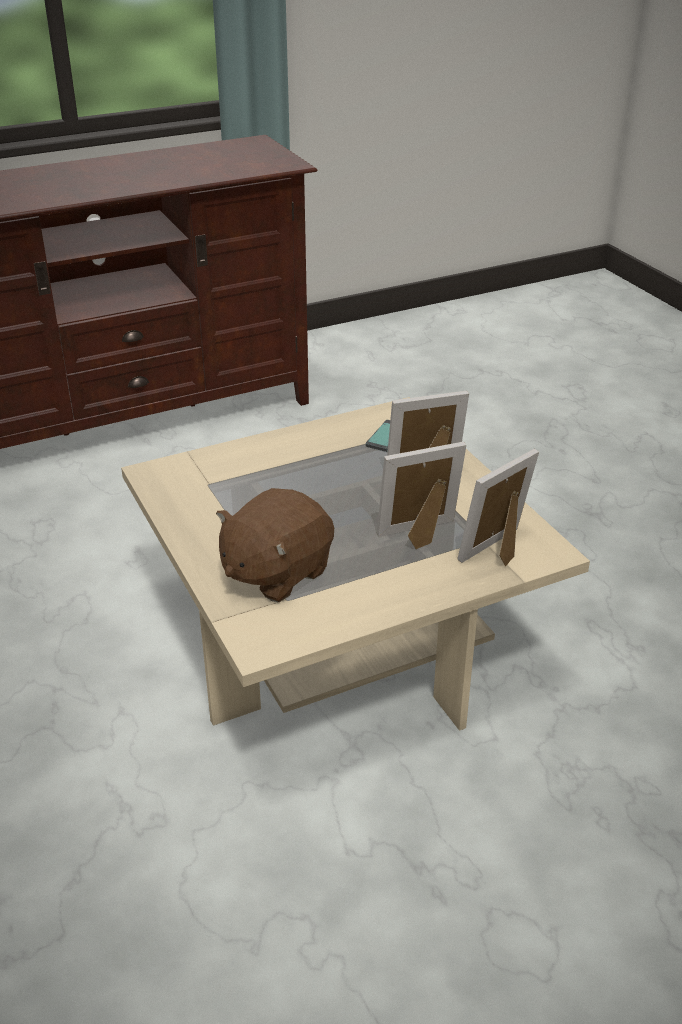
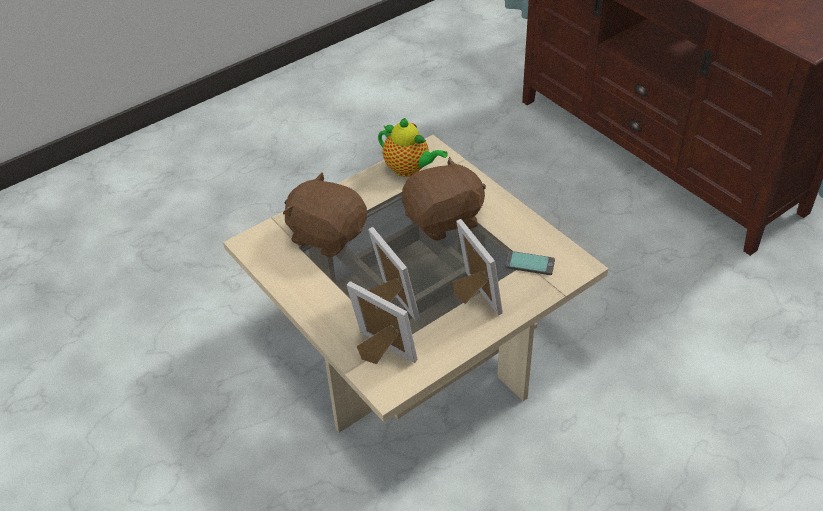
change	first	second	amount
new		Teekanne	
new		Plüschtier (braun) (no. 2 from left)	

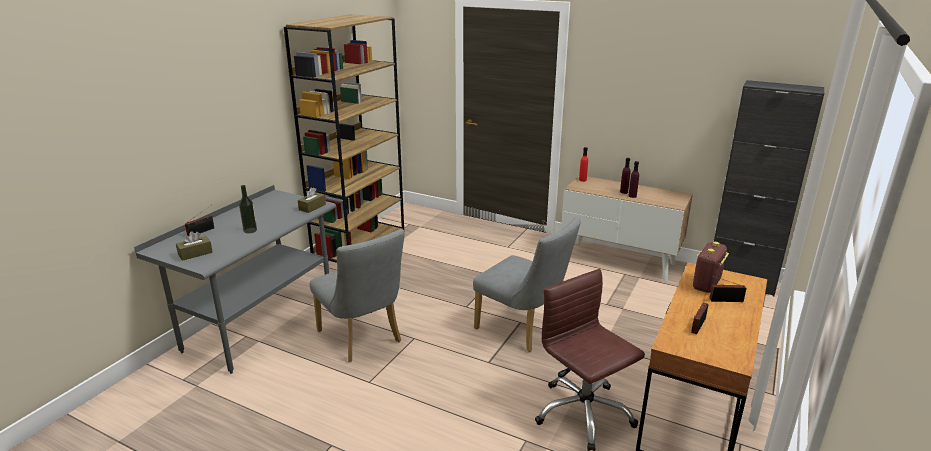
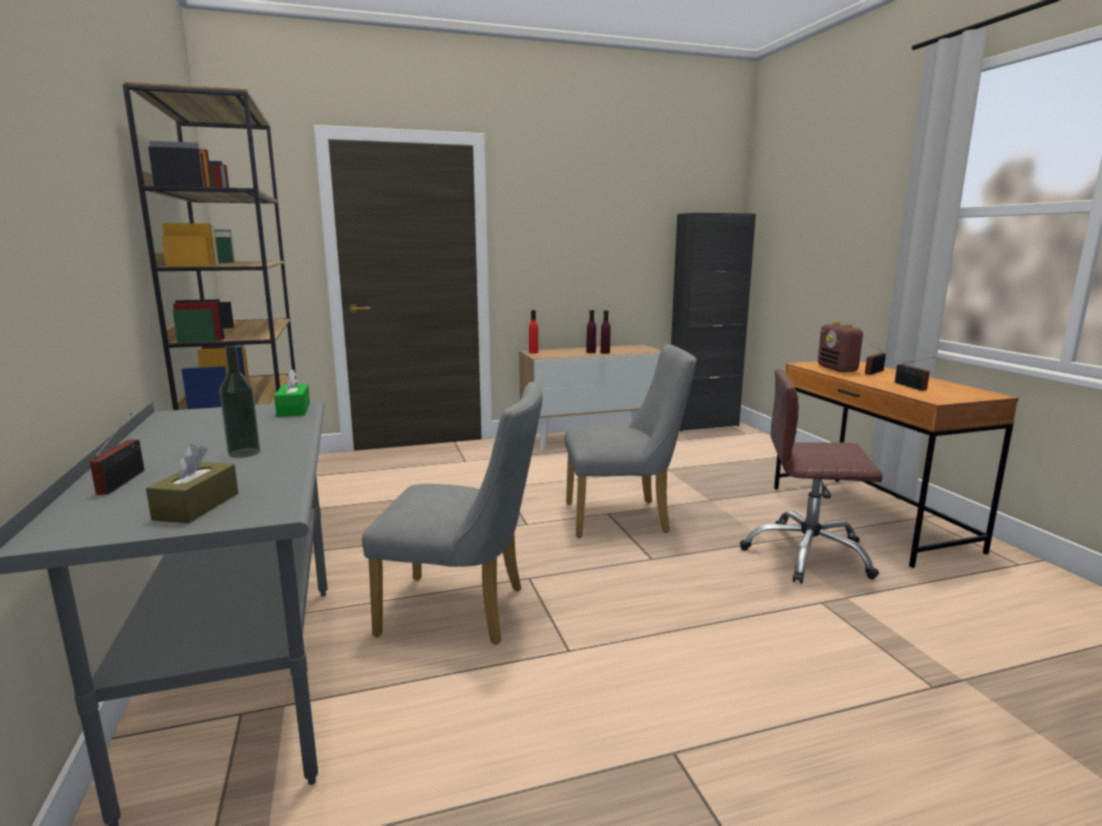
change	first	second	amount
repainted	Taschentuchbox (braun) (no. 2 from left)	Taschentuchbox (grün)	

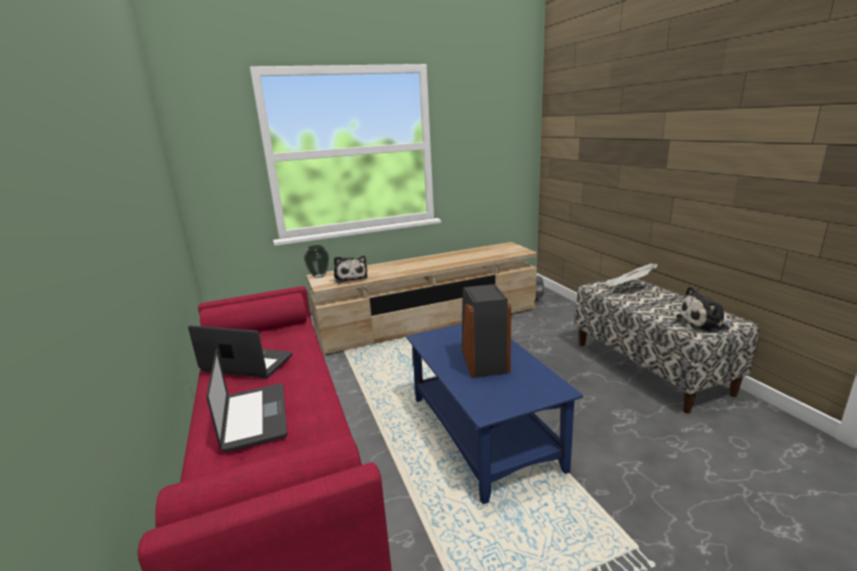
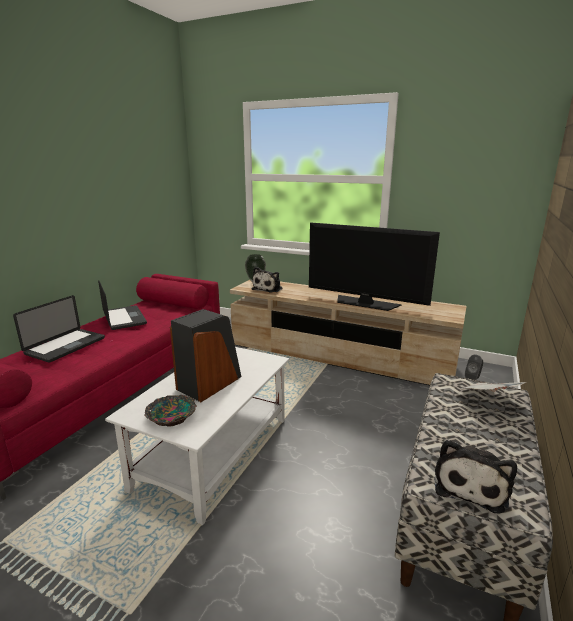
change	first	second	amount
rotated	Plüschtier (no. 2 from left)		105 degrees counterclockwise
repainted	Couchtisch (blau)	Couchtisch (weiß)	
new		Fernseher	
new		Schüssel	

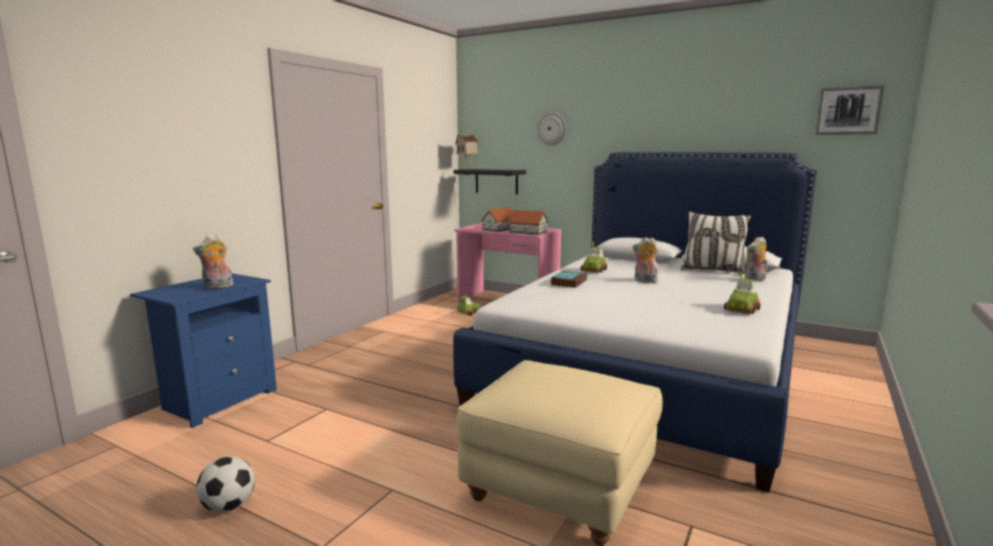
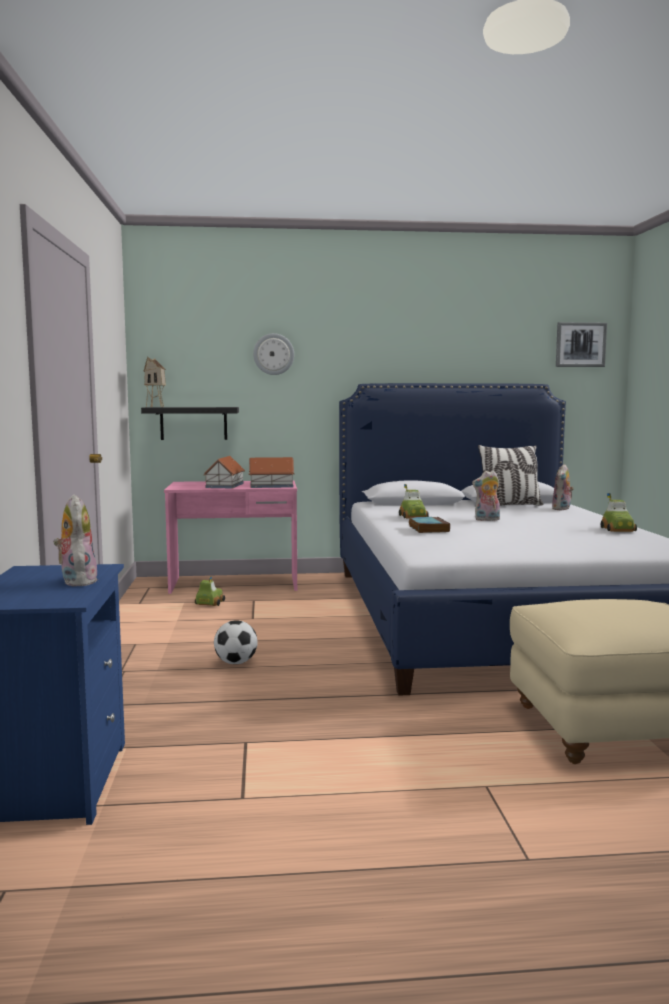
change	first	second	amount
rotated	Plüschtier (no. 1 from left)		135 degrees clockwise
shifted	Fußball		

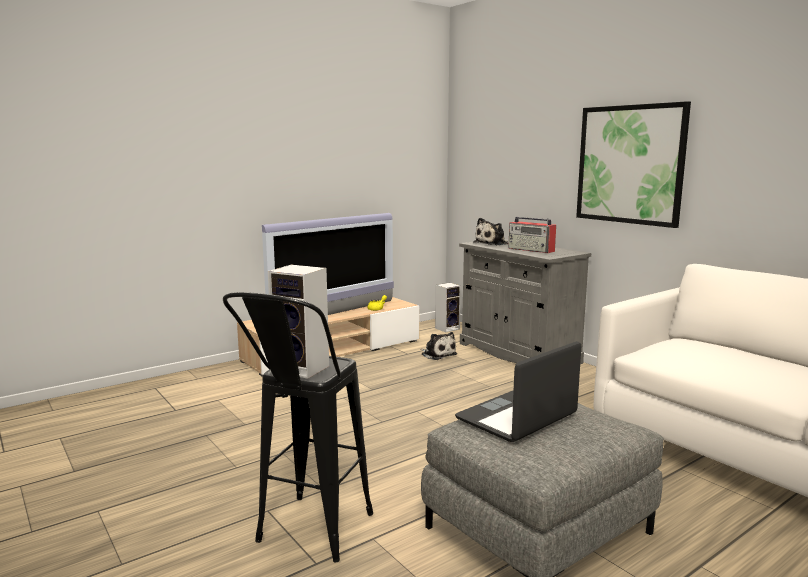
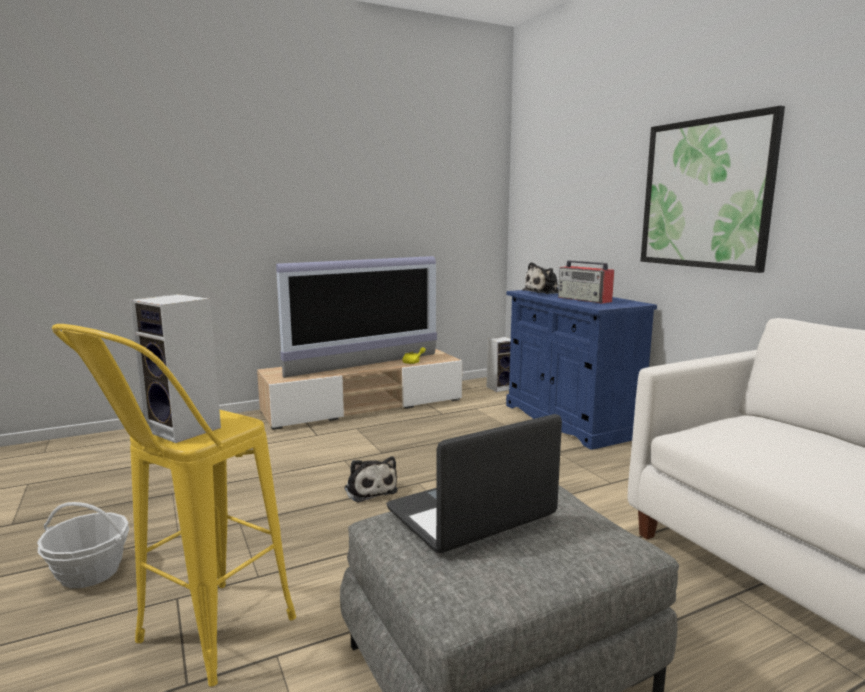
change	first	second	amount
repainted	Schrank (grau)	Schrank (blau)	
repainted	Hocker (schwarz)	Hocker (gelb)	
shifted	Plüschtier (no. 1 from left)		
new		Korb	

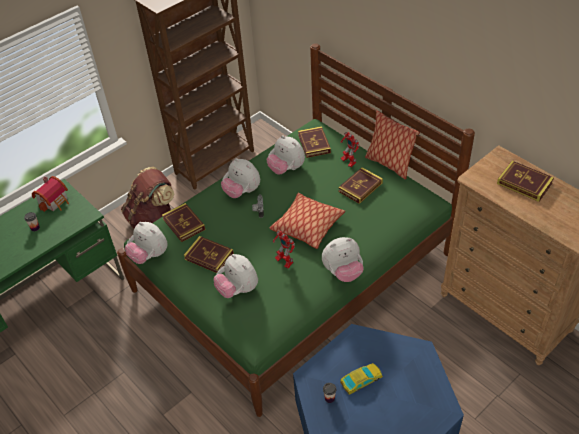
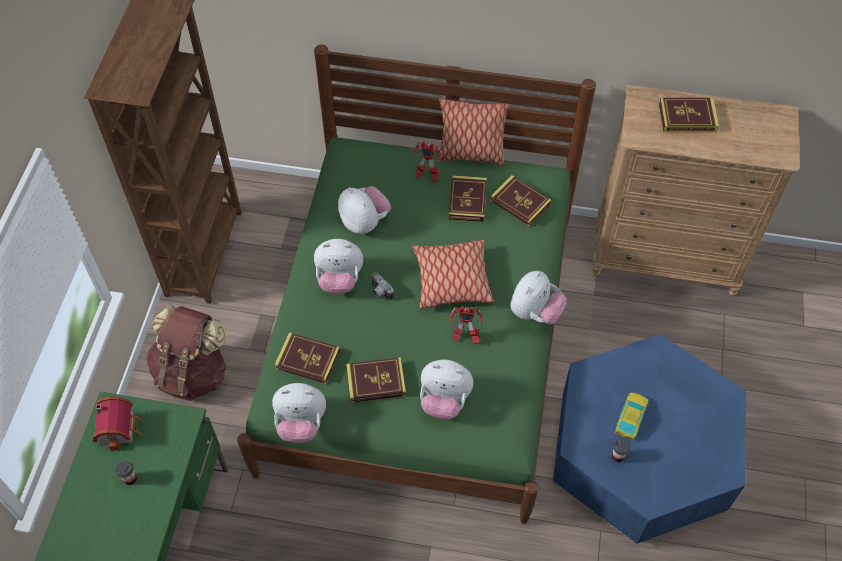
change	first	second	amount
shifted	Buch (no. 3 from left in the first image)	Buch (no. 4 from left)	
rotated	Plüschtier (no. 4 from left in the first image)	Plüschtier (no. 3 from left)	135 degrees counterclockwise

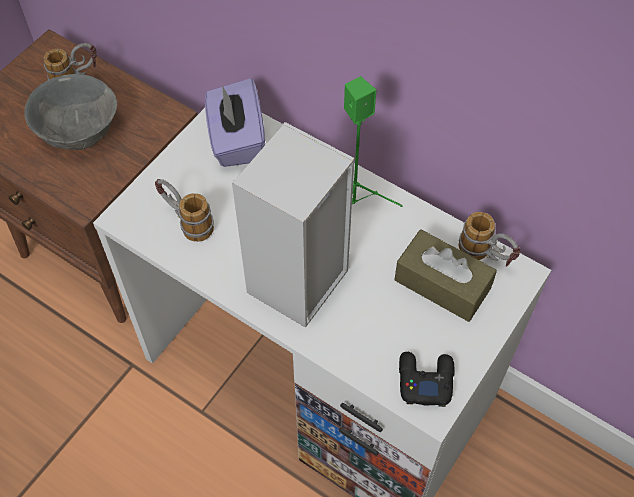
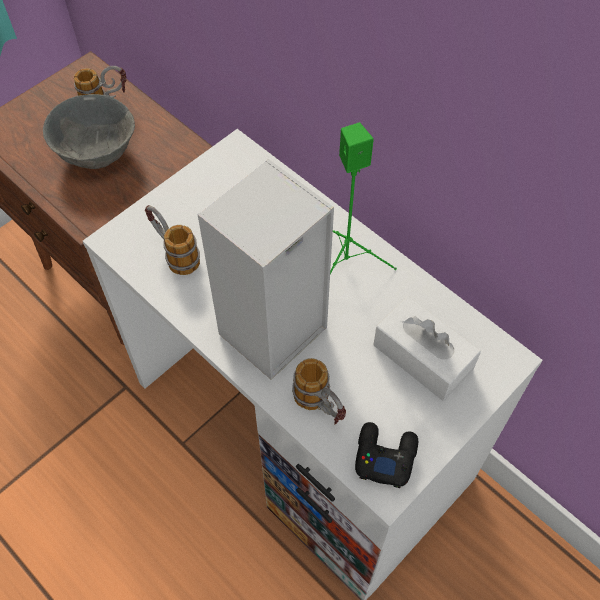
change	first	second	amount
gone	Taschentuchbox (lila)		
shifted	Henkelbecher (no. 3 from left)		
repainted	Taschentuchbox (braun)	Taschentuchbox (weiß)	

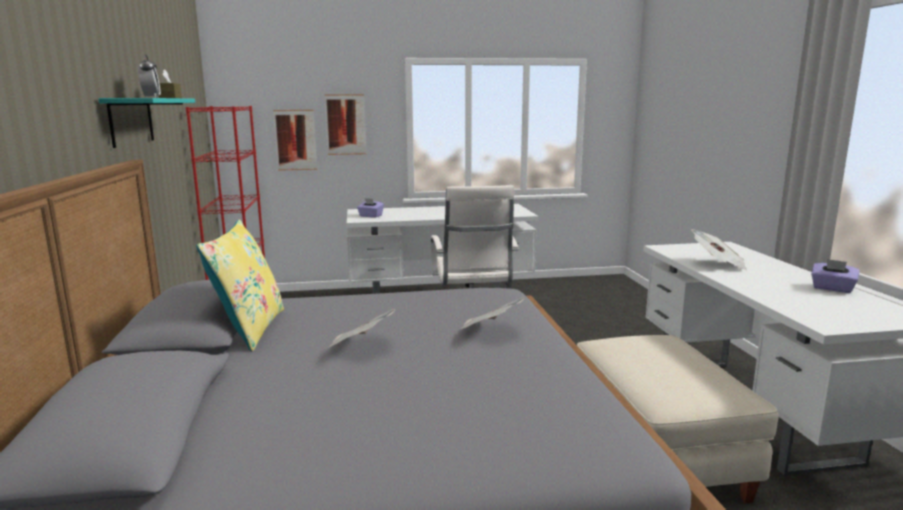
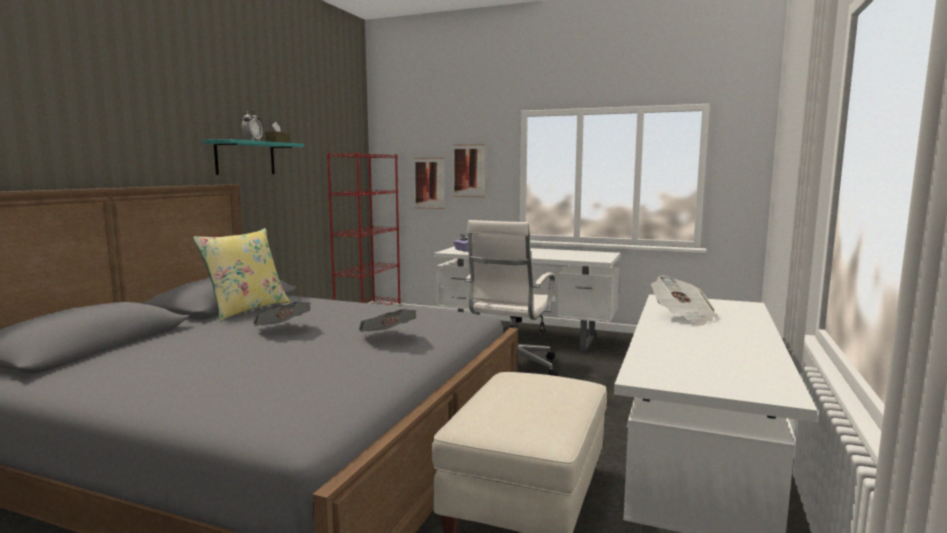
change	first	second	amount
gone	Taschentuchbox (lila) (no. 2 from left)		

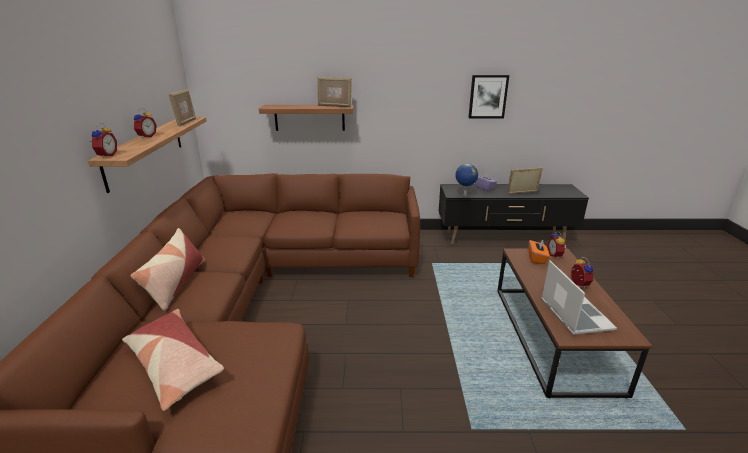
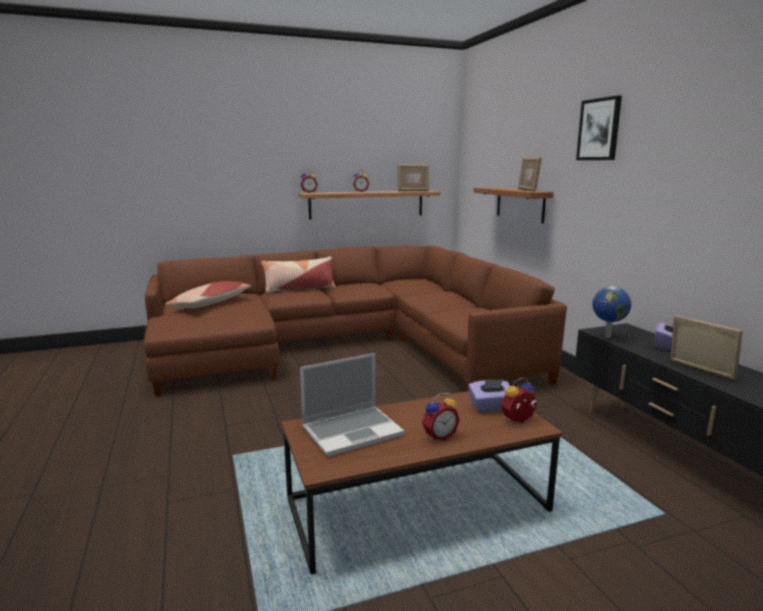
change	first	second	amount
shifted	Bild		
repainted	Taschentuchbox (orange)	Taschentuchbox (lila) (no. 1 from left)	

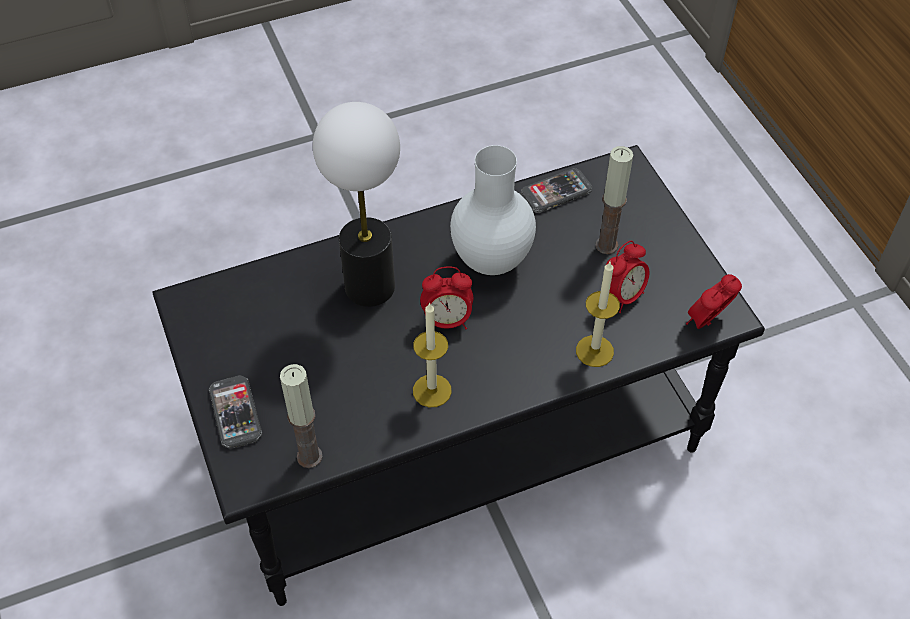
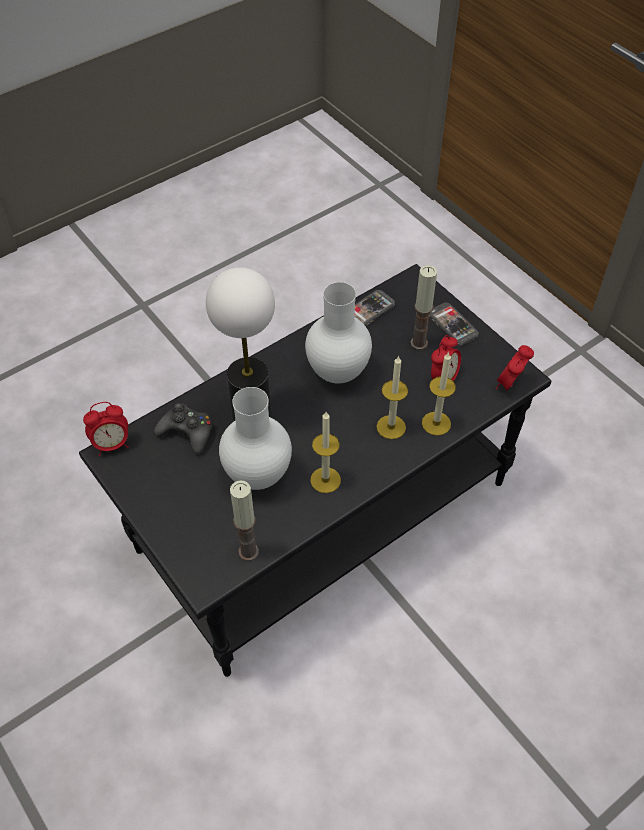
change	first	second	amount
shifted	Wecker (no. 1 from left)		
shifted	Handy (no. 1 from left in the first image)	Handy (no. 2 from left)	
new		Kerze (no. 3 from left)	
new		Vase (weiß) (no. 1 from left)	
new		Gamepad (schwarz)	

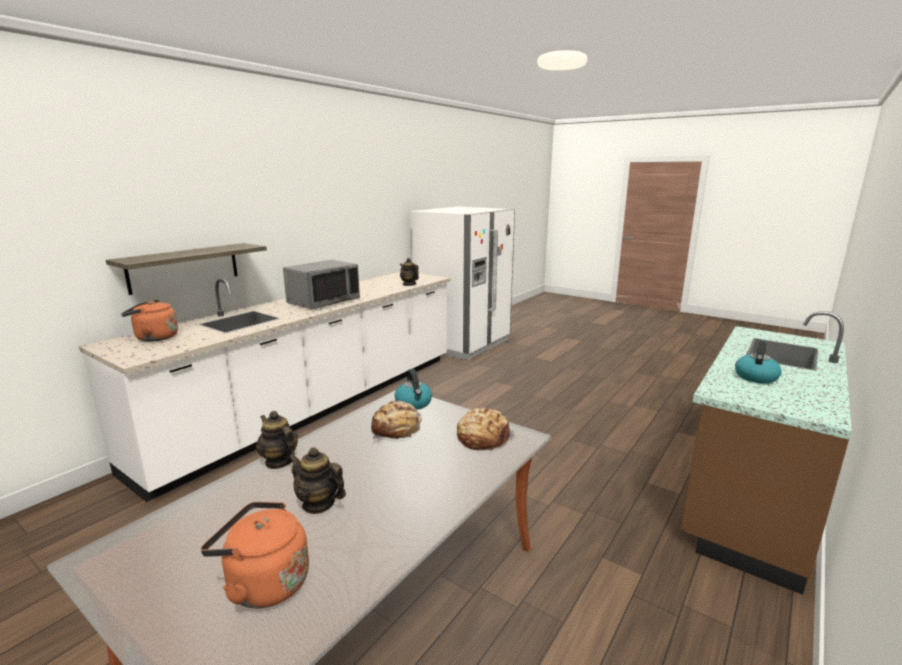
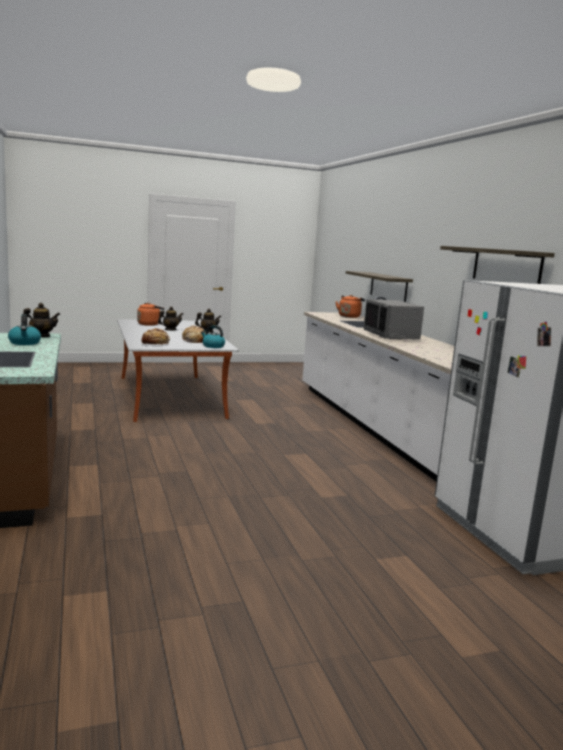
change	first	second	amount
shifted	Teekanne (no. 3 from left in the first image)	Teekanne (no. 1 from left)	
new		Wandregal (no. 2 from left)	

